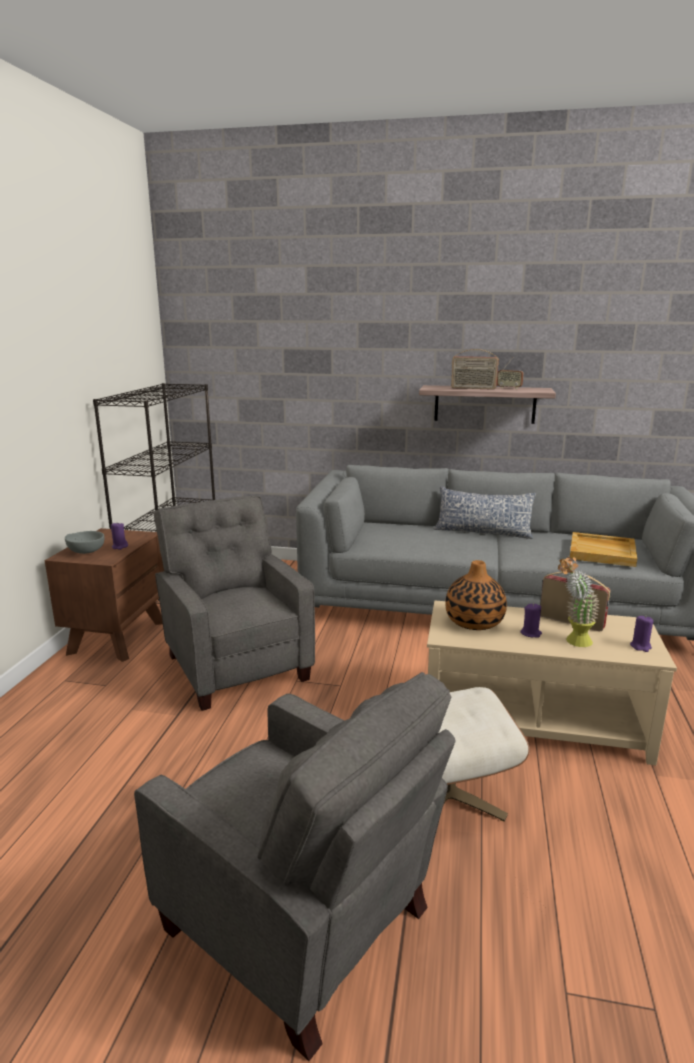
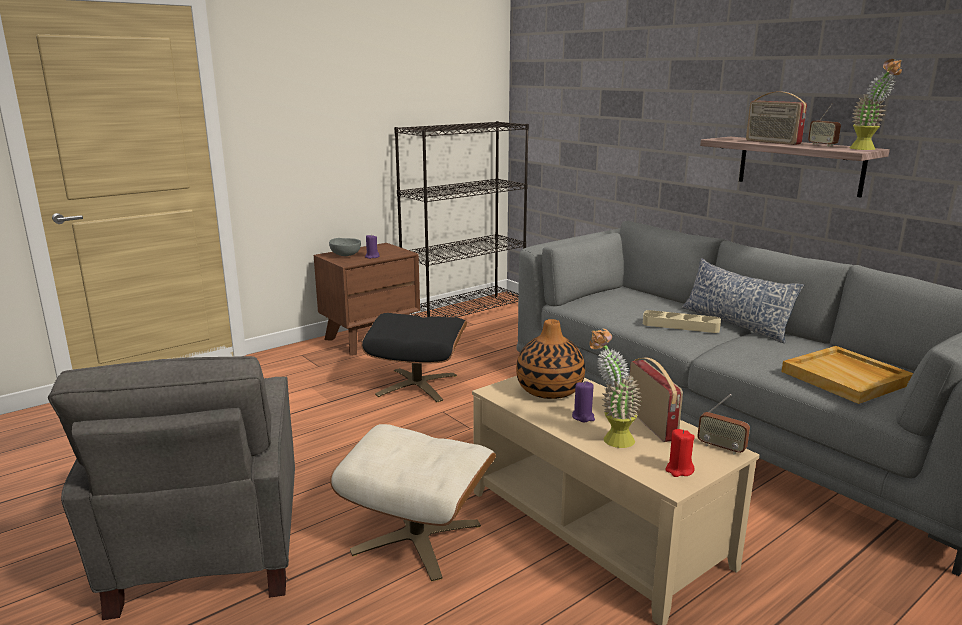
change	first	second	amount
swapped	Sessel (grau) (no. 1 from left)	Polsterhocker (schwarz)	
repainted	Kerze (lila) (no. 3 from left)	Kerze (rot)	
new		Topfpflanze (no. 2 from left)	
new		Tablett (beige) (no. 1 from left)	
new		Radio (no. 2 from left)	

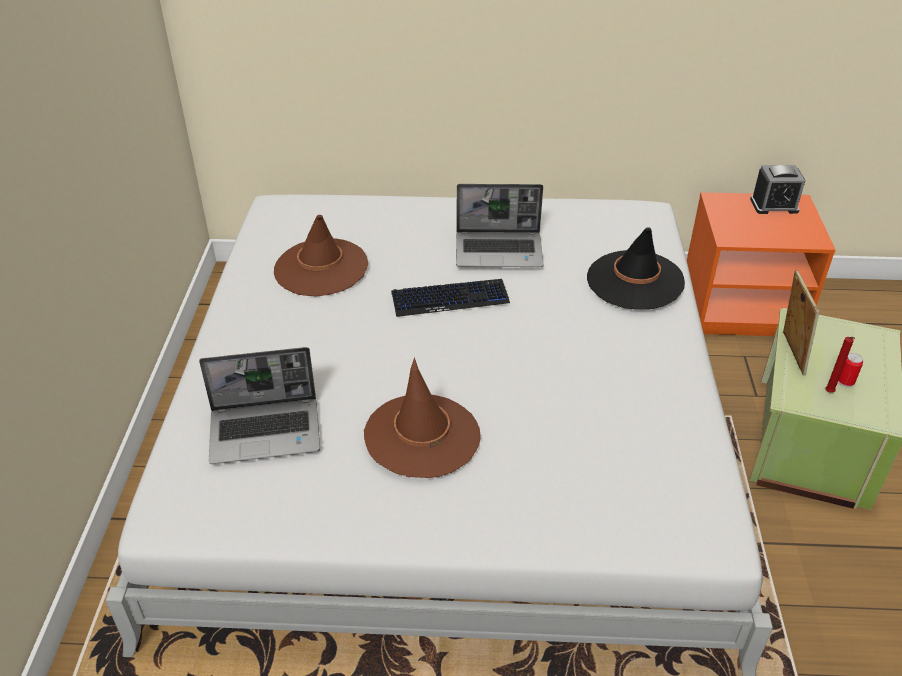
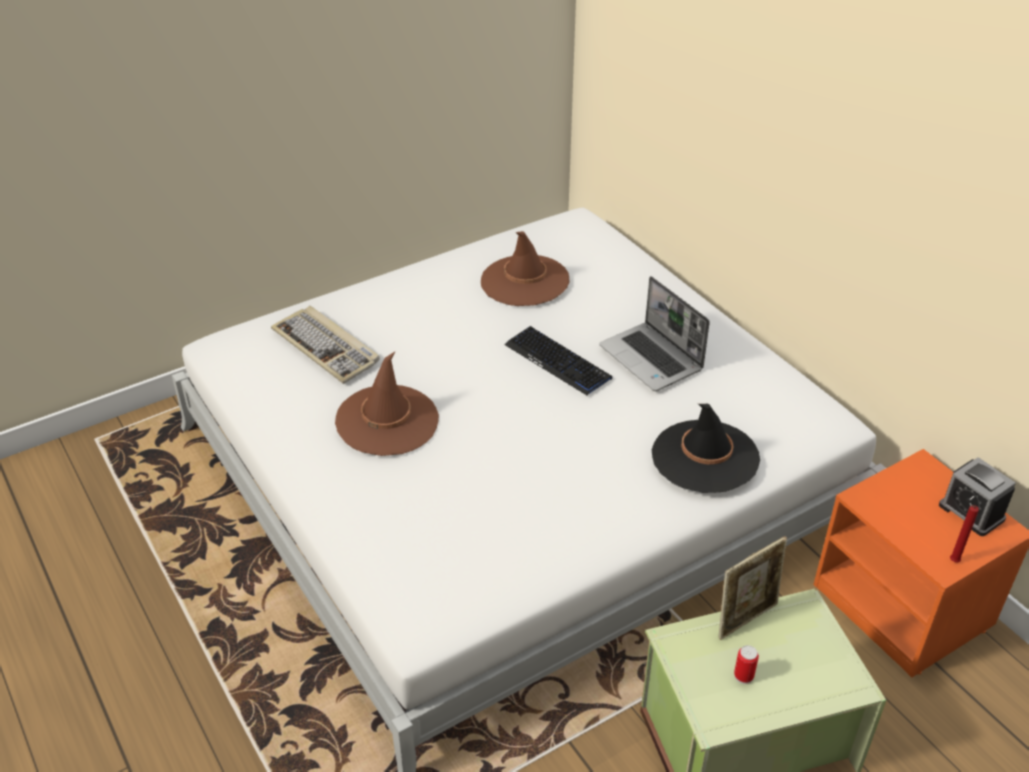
change	first	second	amount
shifted	Kerze (rot)		
swapped	Laptop (no. 1 from left)	Tastatur (no. 1 from left)	

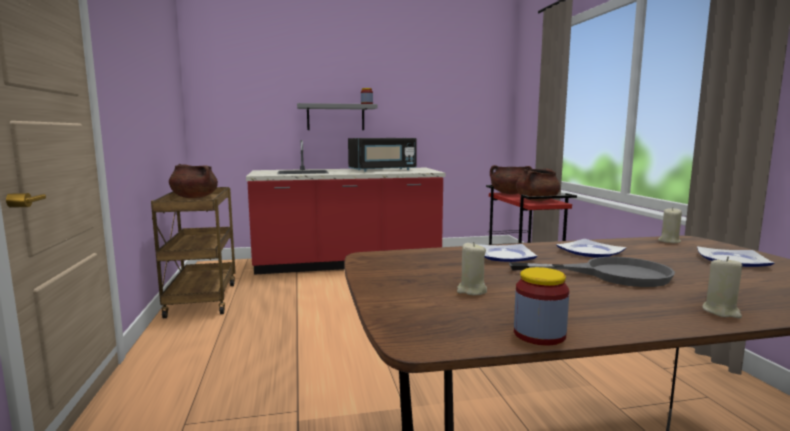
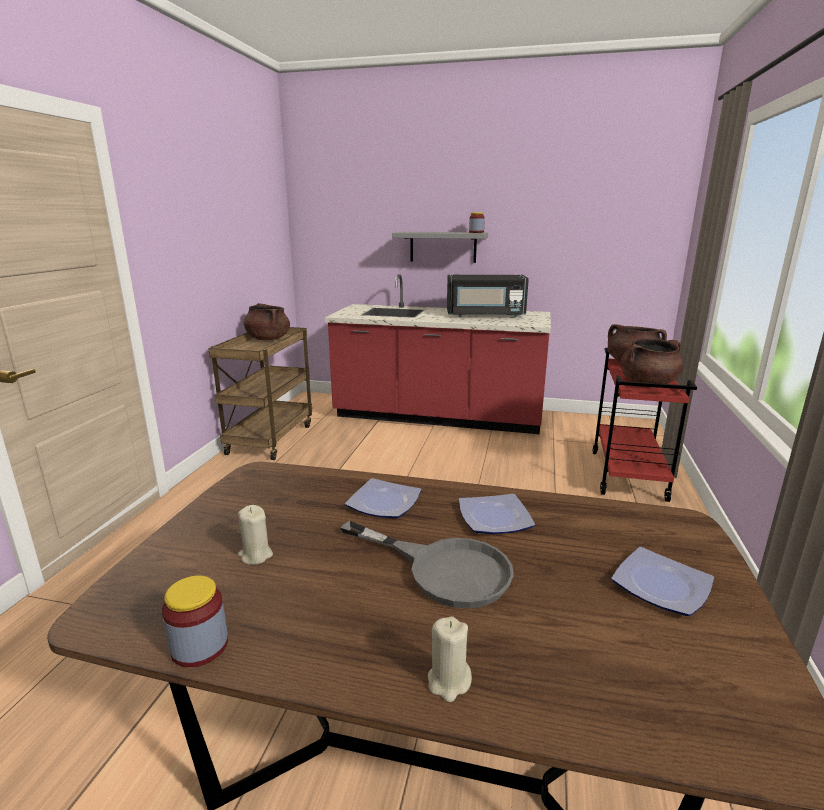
change	first	second	amount
gone	Kerze (beige) (no. 2 from left)		

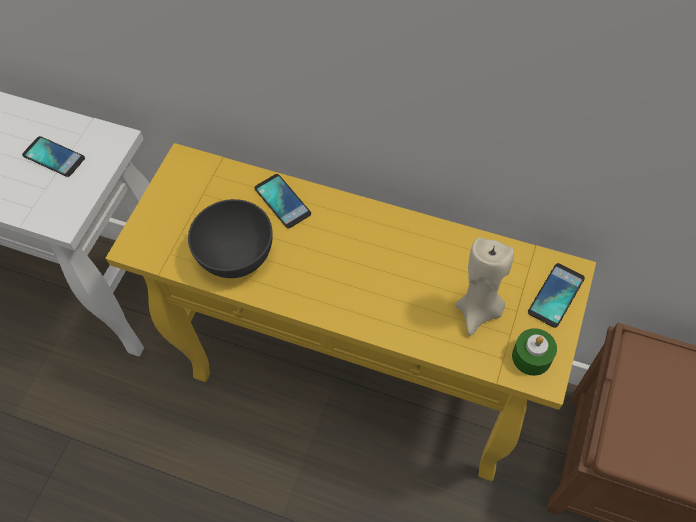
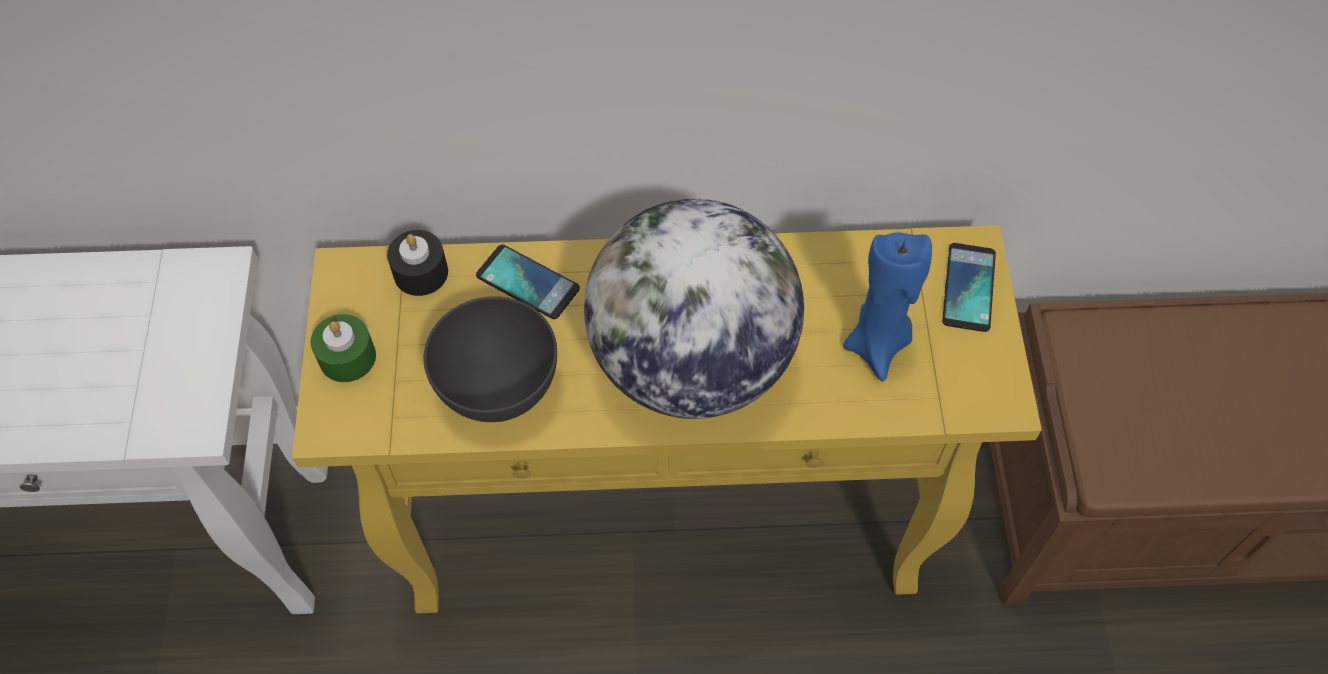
change	first	second	amount
gone	Handy (no. 1 from left)		
repainted	Kerze (beige)	Kerze (blau)	
shifted	Kerze (grün)		
new		Globus	
new		Kerze (schwarz)	

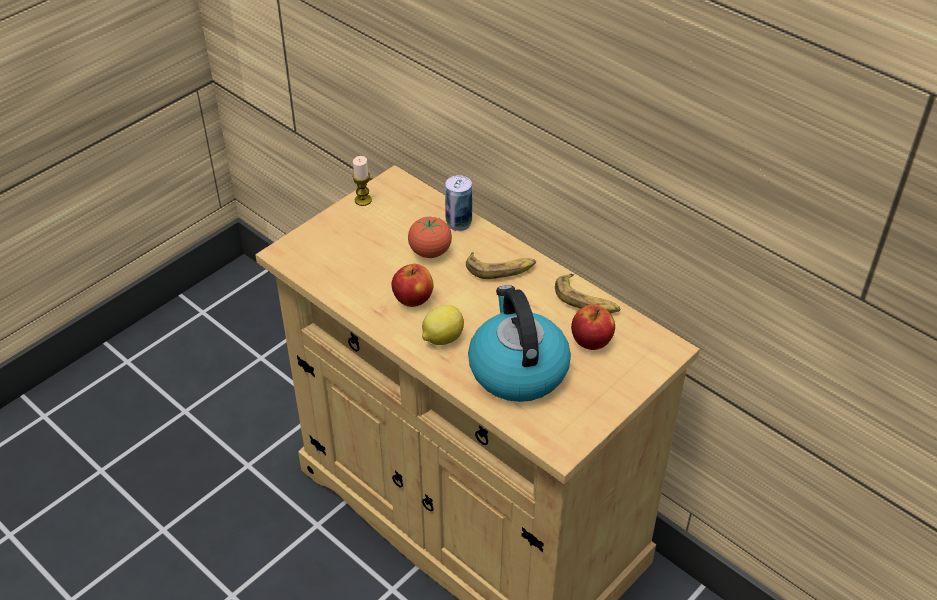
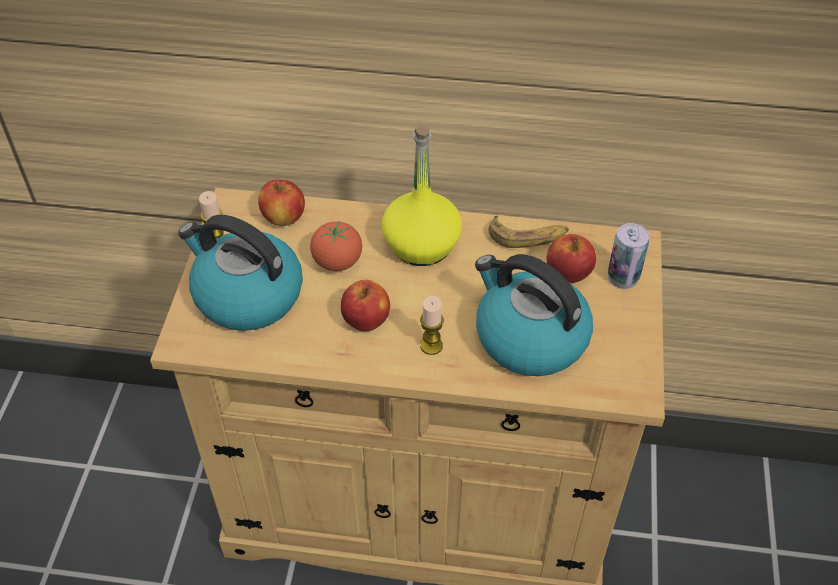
change	first	second	amount
shifted	Dose		
swapped	Banane (no. 1 from left)	Flasche (gelb)	
swapped	Zitrone	Kerze (no. 2 from left)	
new		Apfel (no. 1 from left)	
new		Wasserkessel (no. 1 from left)	

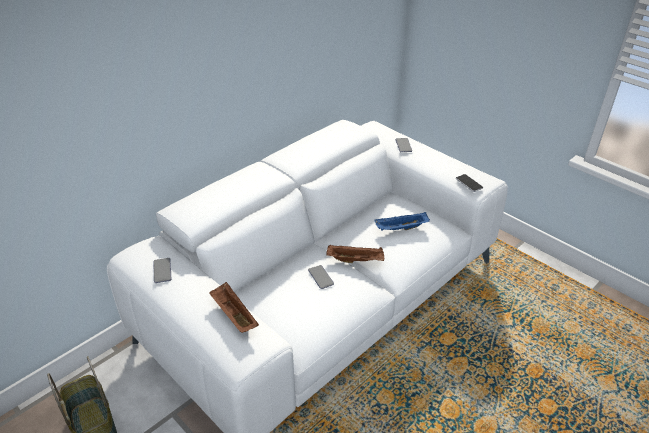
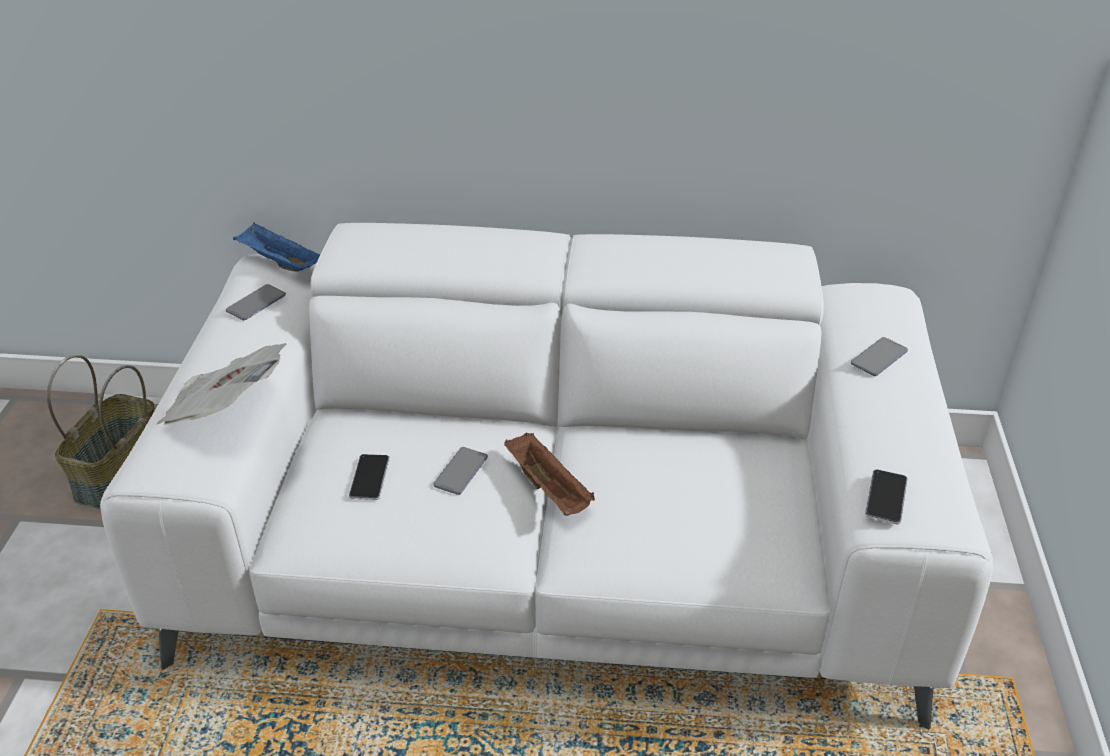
change	first	second	amount
shifted	Tablett (blau)		
swapped	Tablett (braun) (no. 1 from left)	Zeitung	
new		Handy (no. 2 from left)	

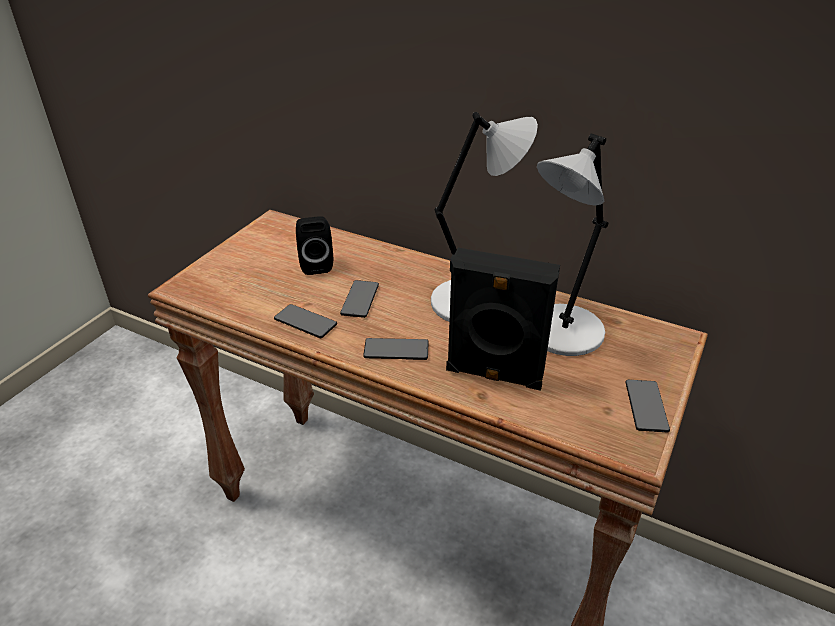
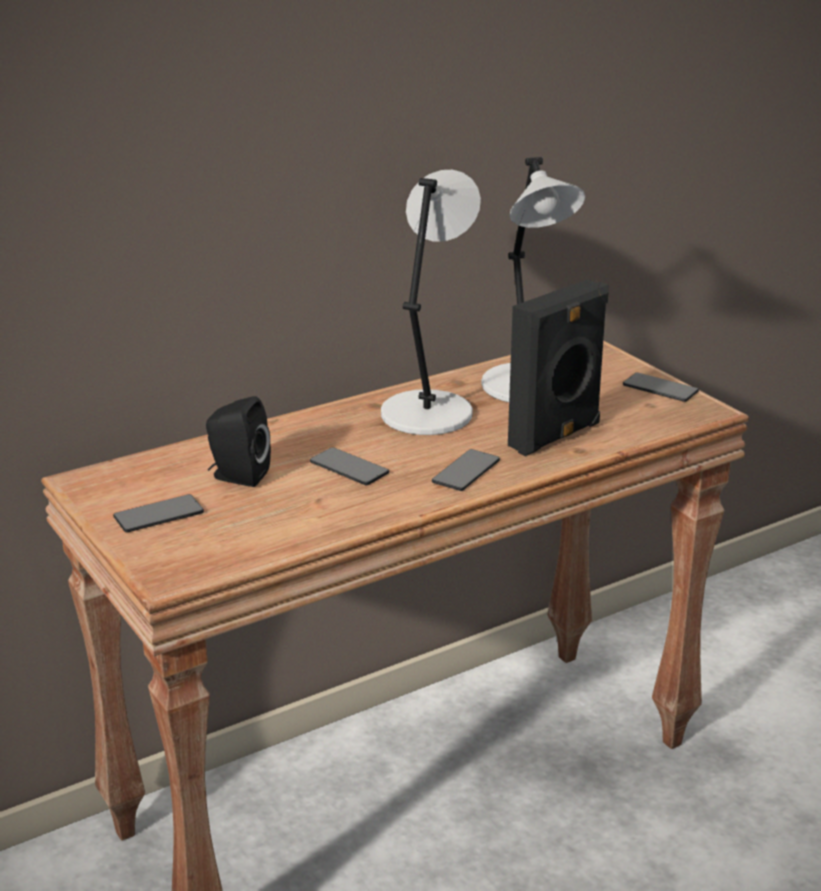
change	first	second	amount
shifted	Handy (no. 1 from left)		

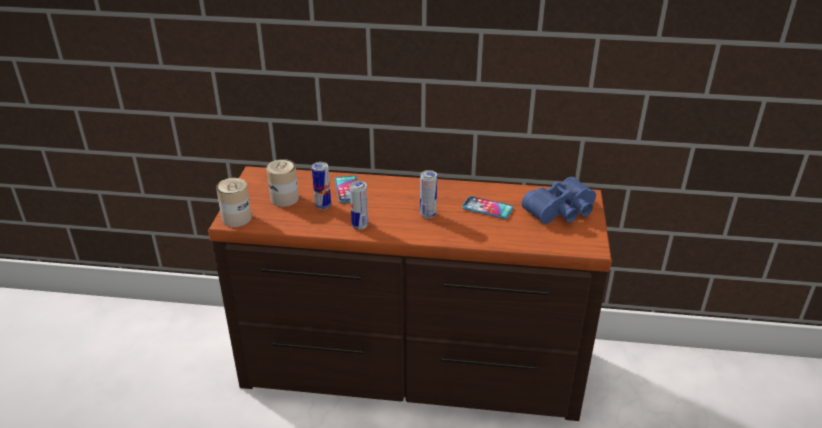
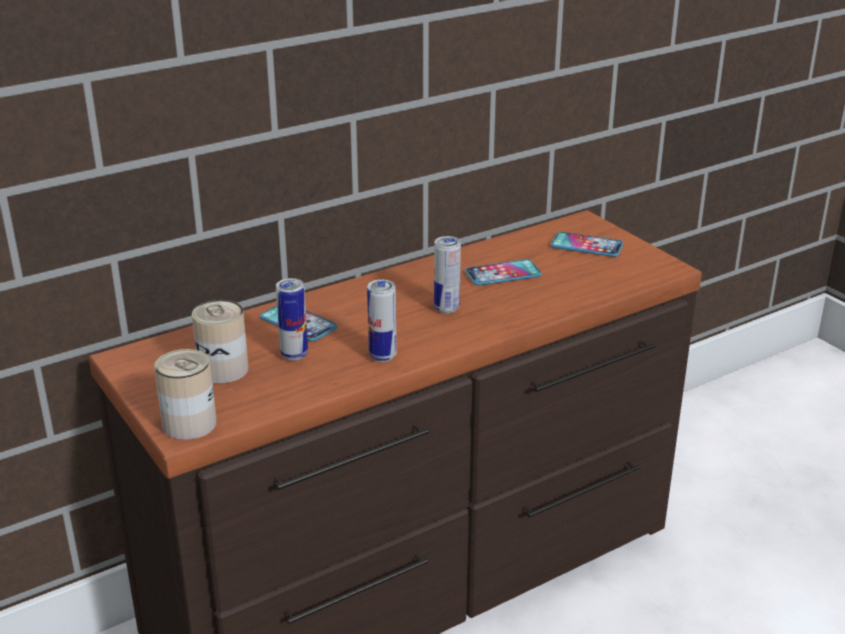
change	first	second	amount
swapped	Fernglas (blau)	Handy (no. 3 from left)	

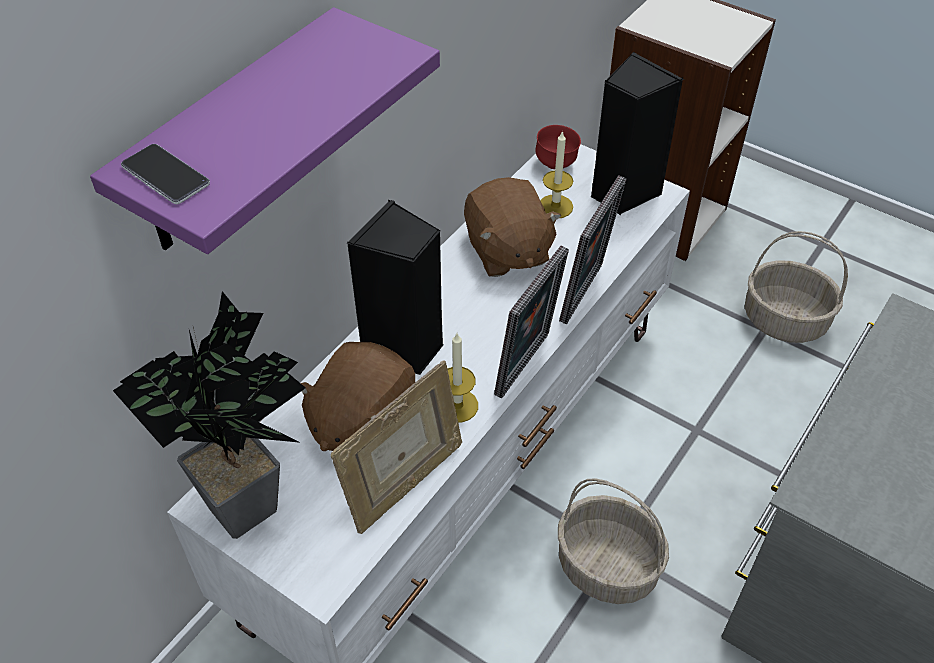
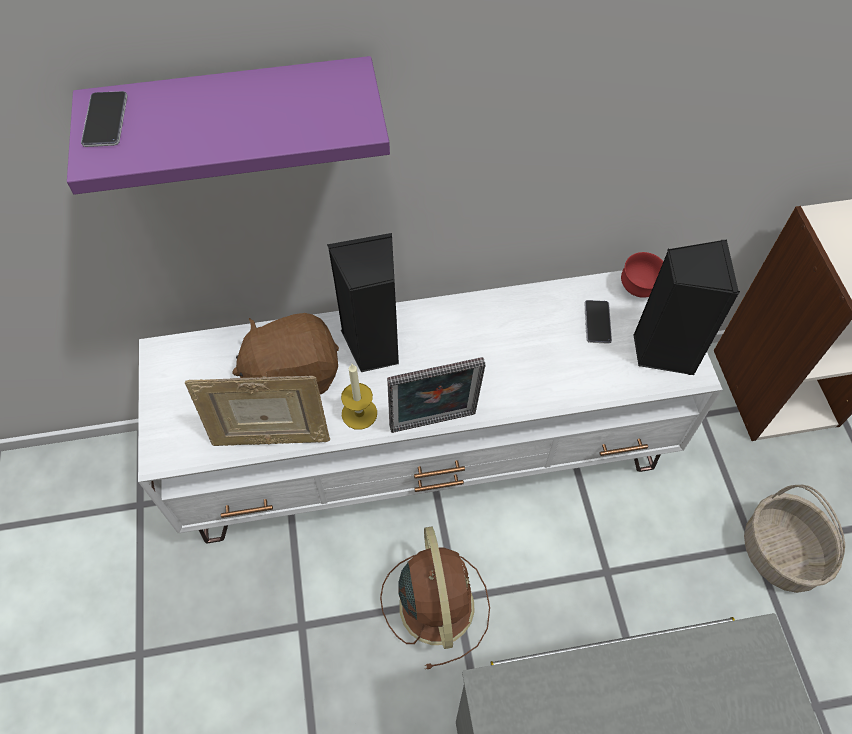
change	first	second	amount
swapped	Kerze (no. 2 from left)	Handy (no. 2 from left)	
gone	Bilderrahmen (no. 3 from left)		
gone	Plüschtier (braun) (no. 2 from left)		
gone	Topfpflanze		
swapped	Korb (no. 1 from left)	Ventilator (braun)	

